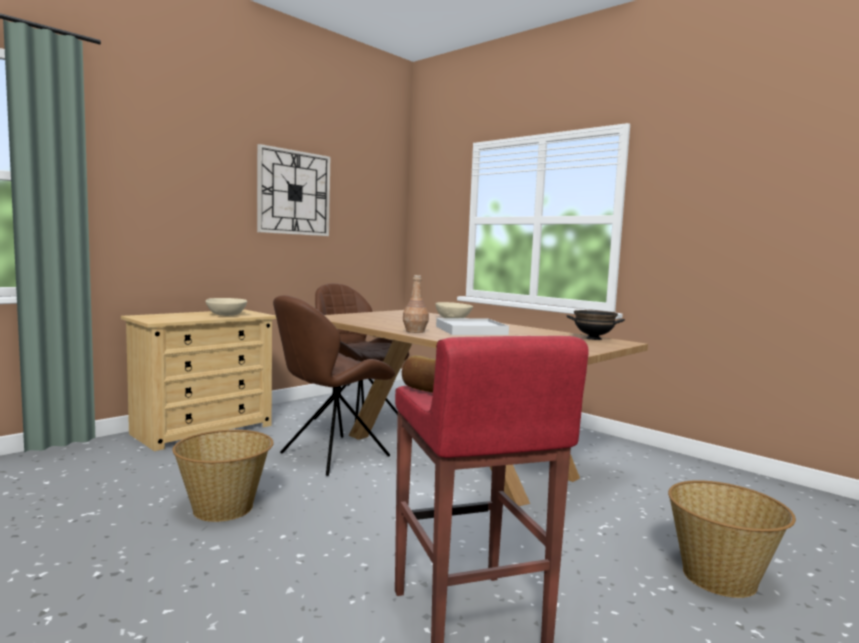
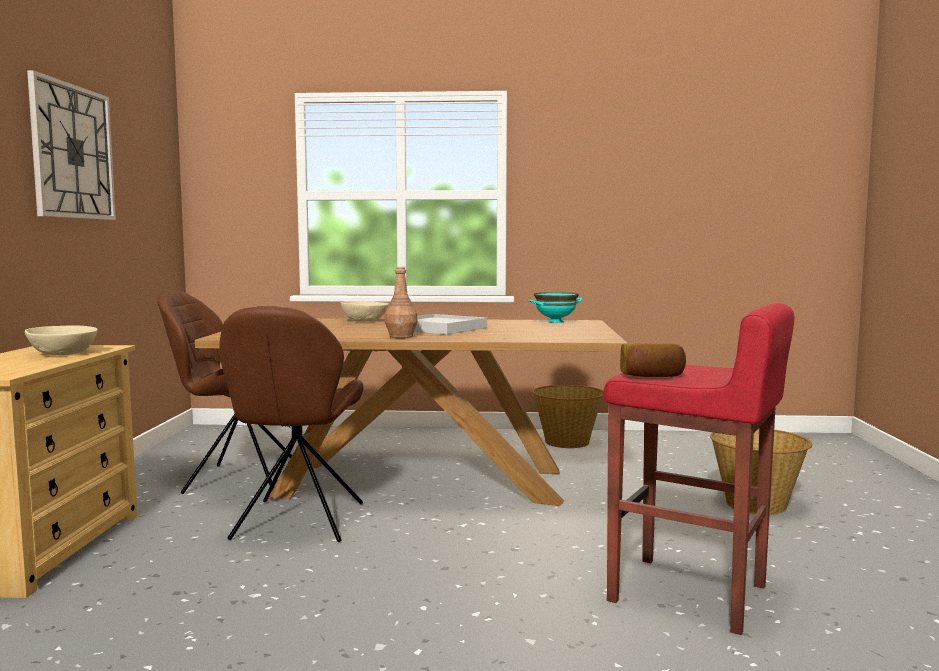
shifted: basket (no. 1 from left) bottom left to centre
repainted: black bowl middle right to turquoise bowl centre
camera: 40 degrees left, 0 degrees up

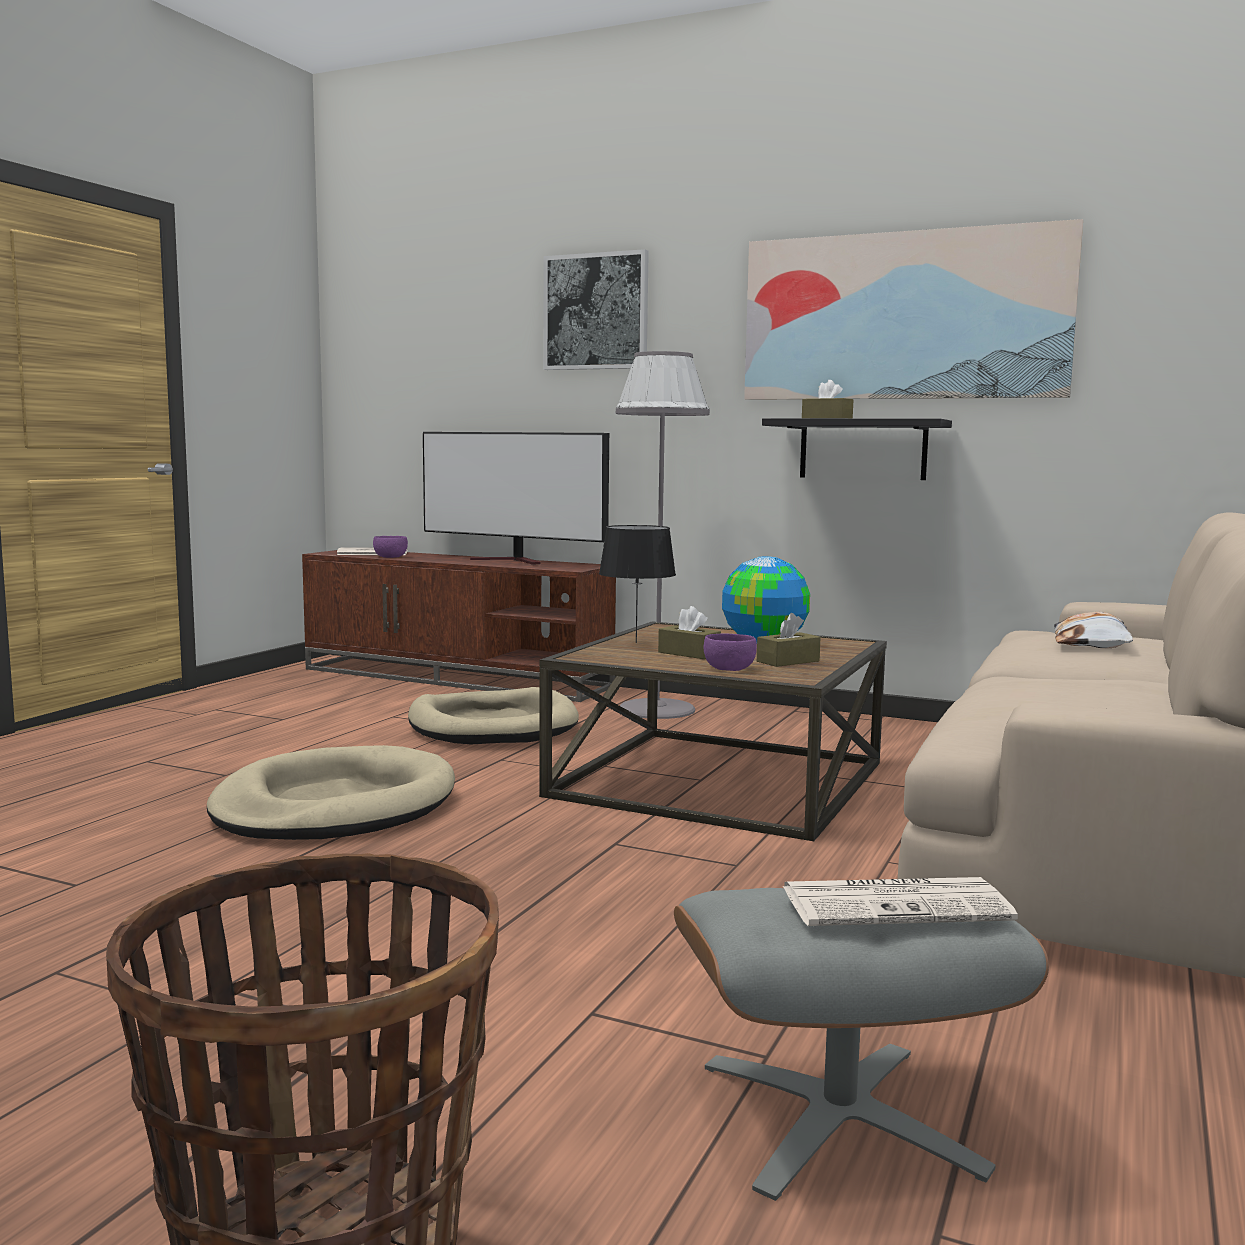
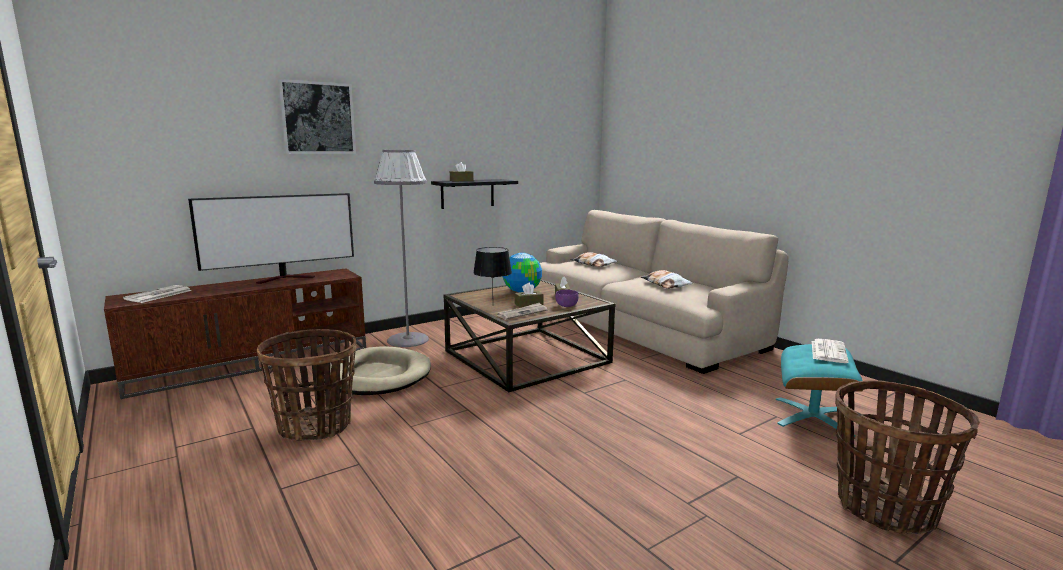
gone: beige dog bed (no. 1 from left) middle left; purple bowl (no. 1 from left) middle left; picture (no. 2 from left) top right
new: basket (no. 1 from left) bottom left; newspaper (no. 2 from left) centre; pillow (no. 2 from left) centre
repainted: grey ottoman bottom right to turquoise ottoman bottom right
camera: 60 degrees left, 5 degrees up

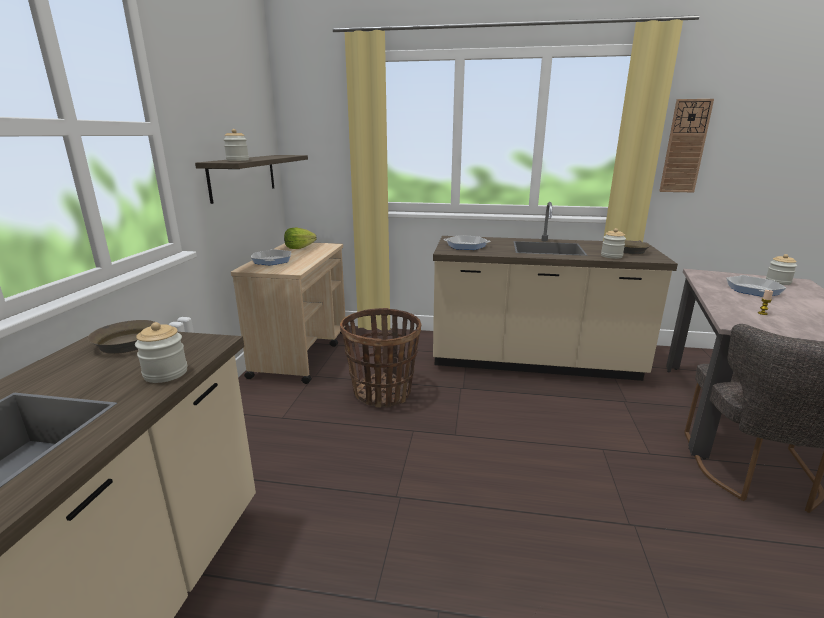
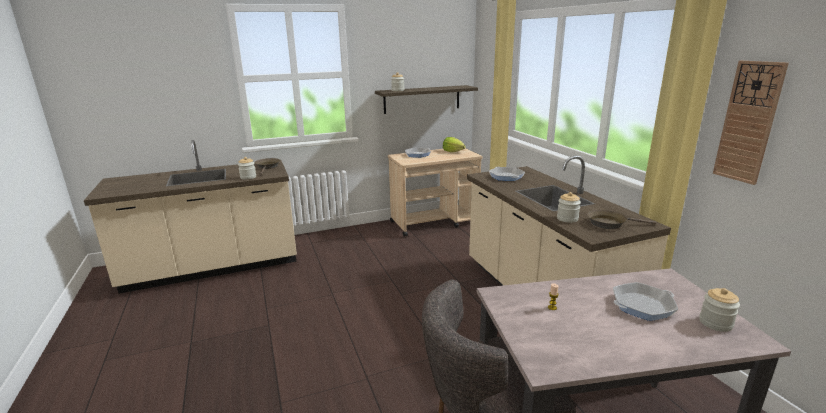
gone: basket centre
camera: 60 degrees right, 0 degrees up

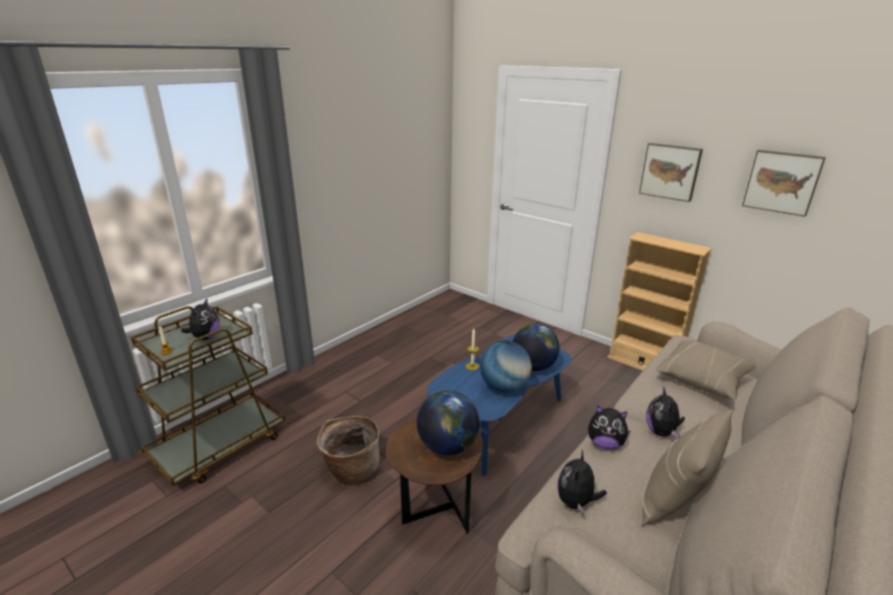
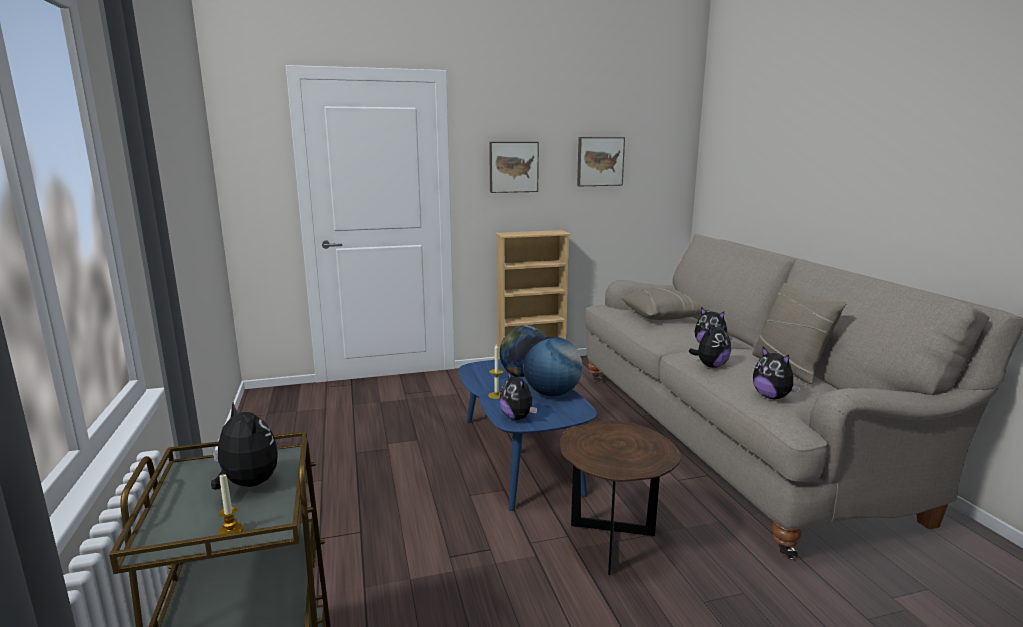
gone: basket bottom centre; globe (no. 1 from left) bottom centre
new: plush toy (no. 2 from left) centre
camera: 55 degrees left, 10 degrees down

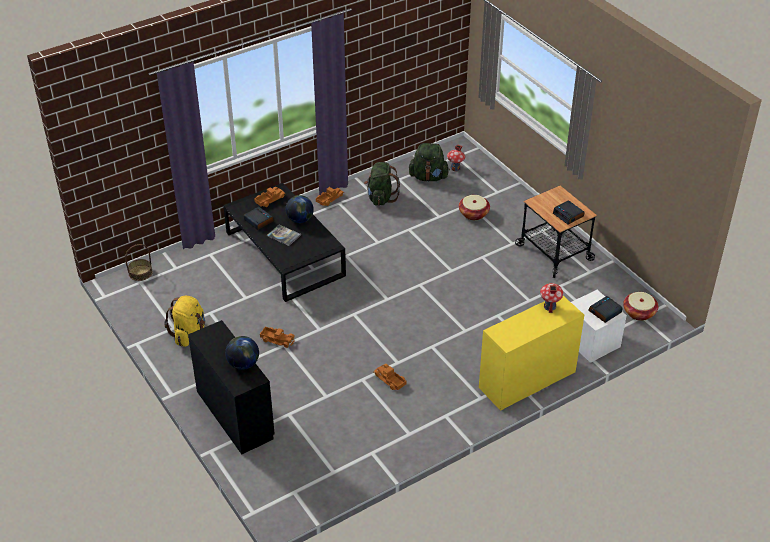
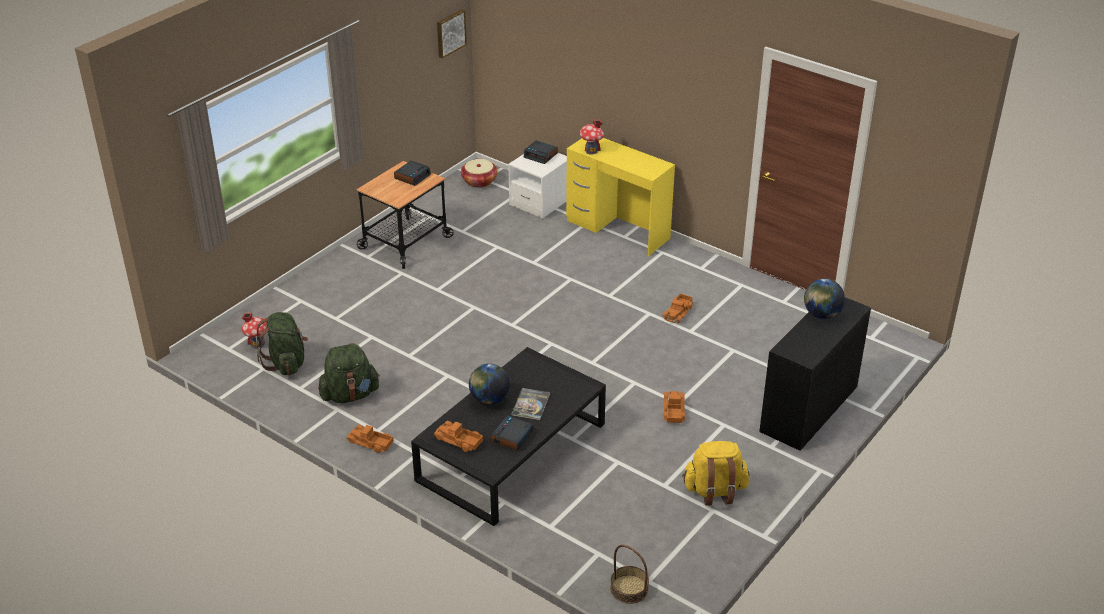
gone: basket (no. 2 from left) centre
new: picture top centre
camera: 110 degrees left, 5 degrees down

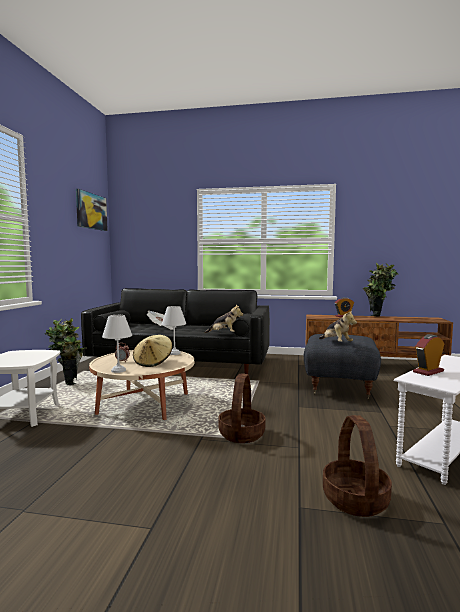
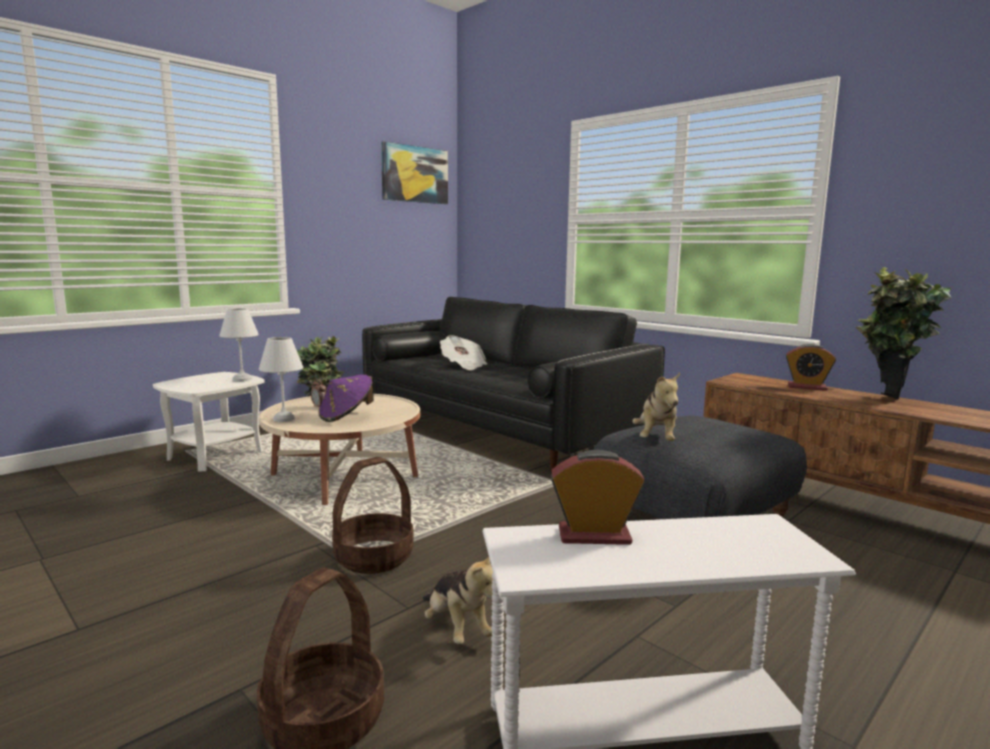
shifted: white table lamp (no. 2 from left in the first image) centre to white table lamp (no. 1 from left) middle left; plush toy (no. 1 from left) centre to bottom centre
repainted: beige hat middle left to purple hat centre
camera: 35 degrees right, 5 degrees up

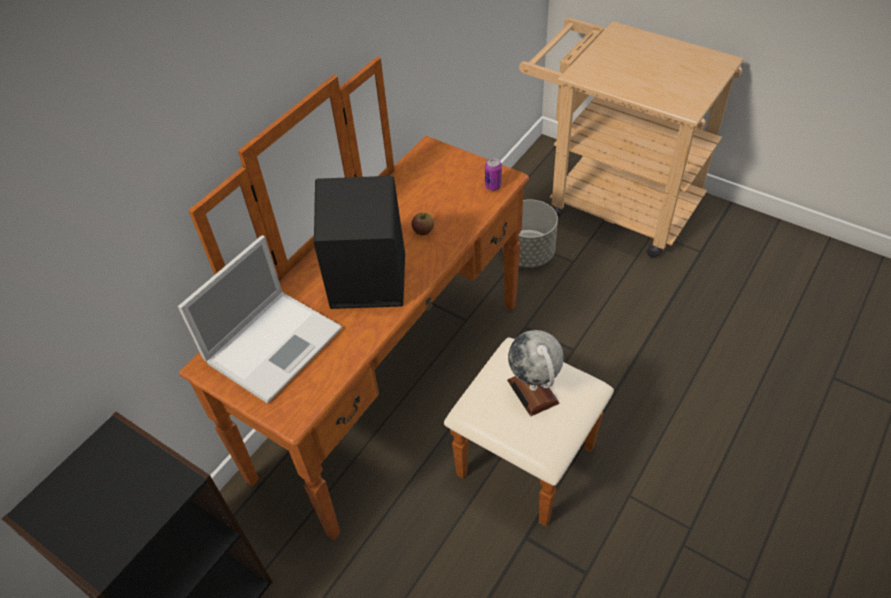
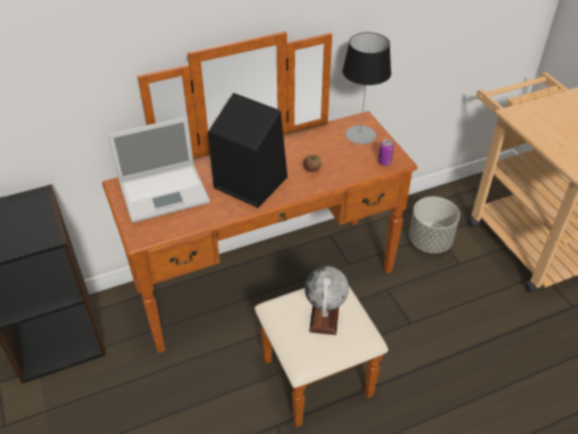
new: table lamp top centre
camera: 30 degrees right, 5 degrees down

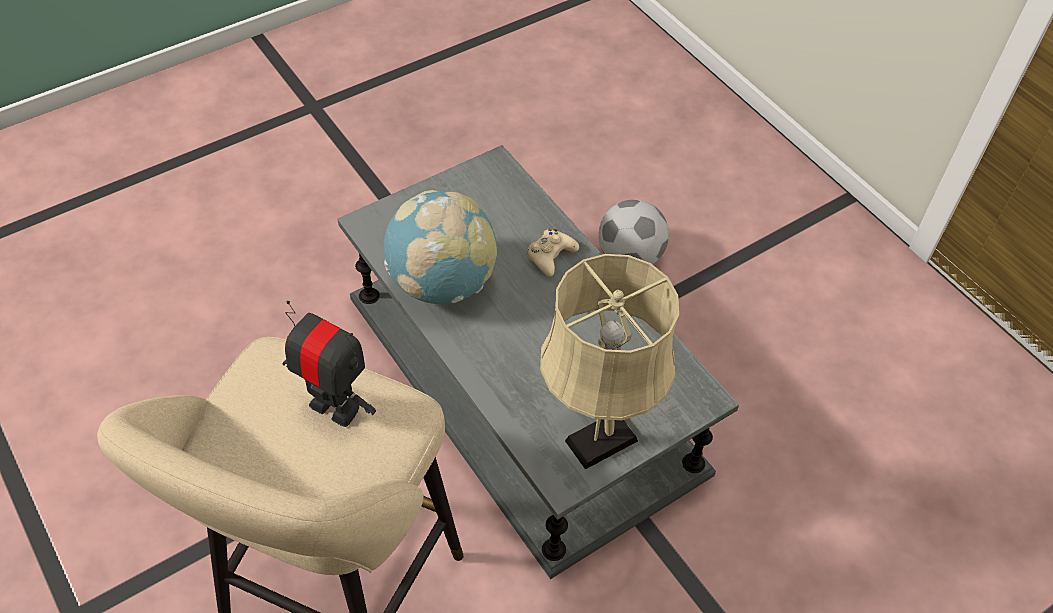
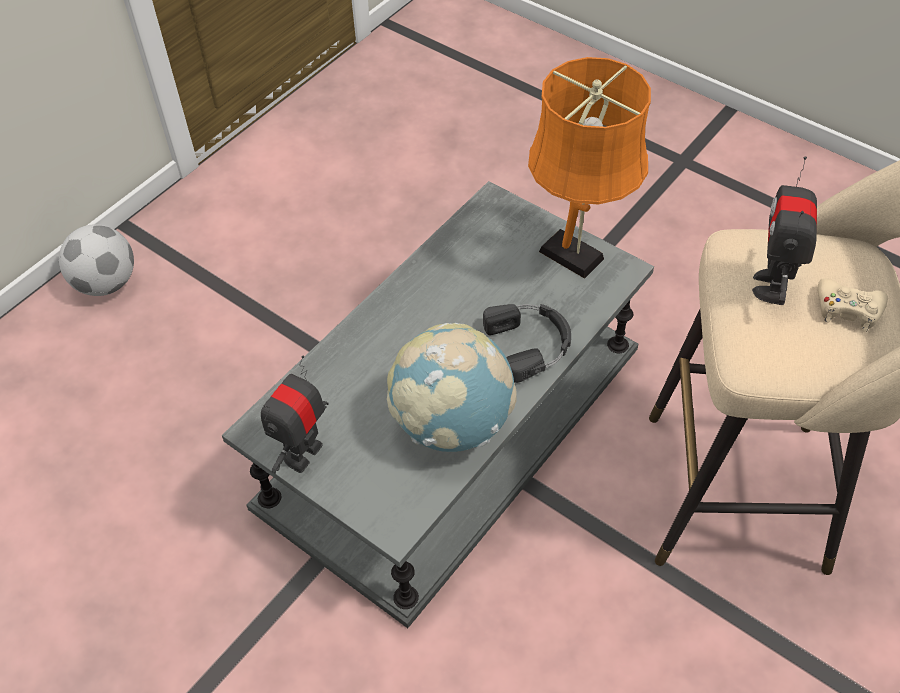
new: toy robot (no. 1 from left) middle left; black headphones centre
shifted: football centre to middle left; beige game controller centre to middle right
repainted: beige table lamp centre to orange table lamp top centre
camera: 105 degrees left, 0 degrees up

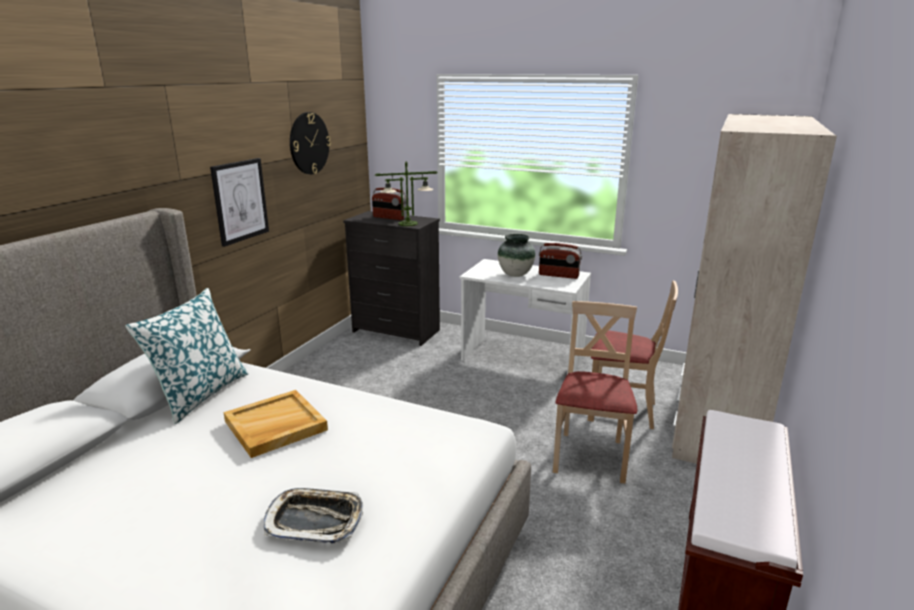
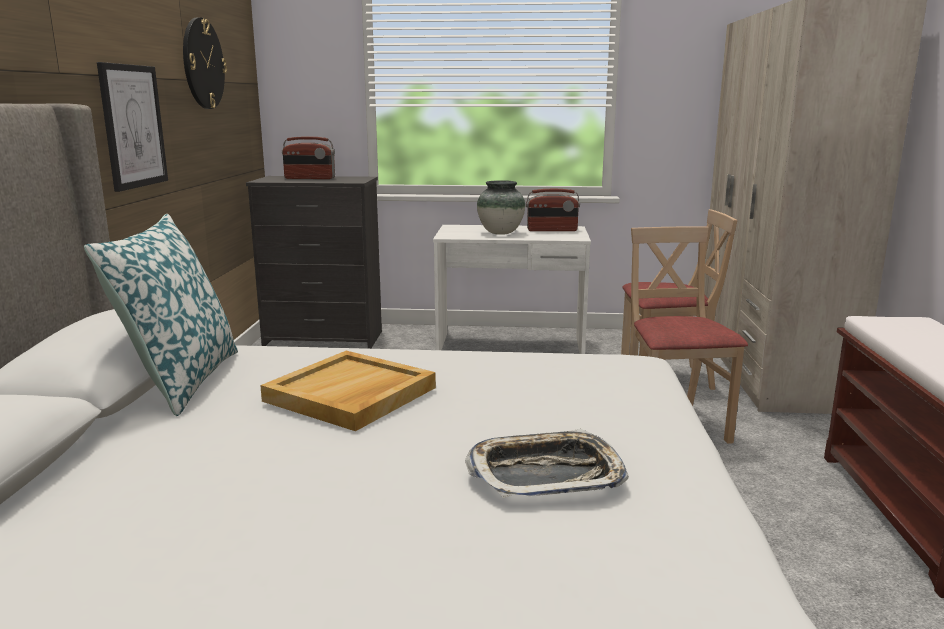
gone: table lamp top centre
camera: 20 degrees left, 5 degrees down

